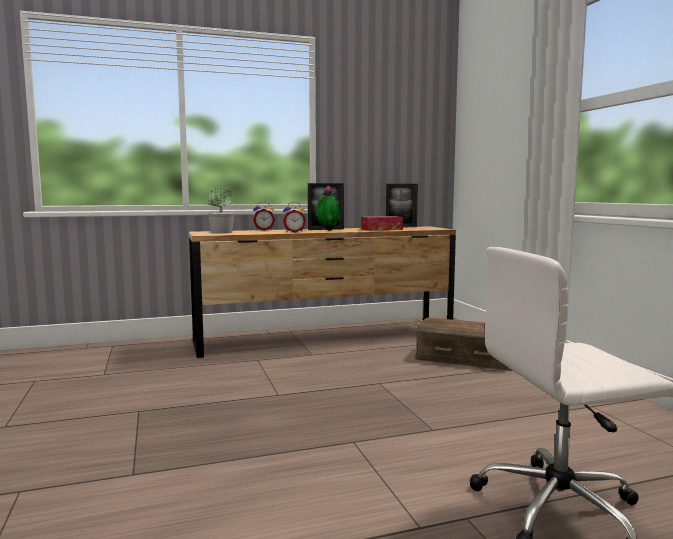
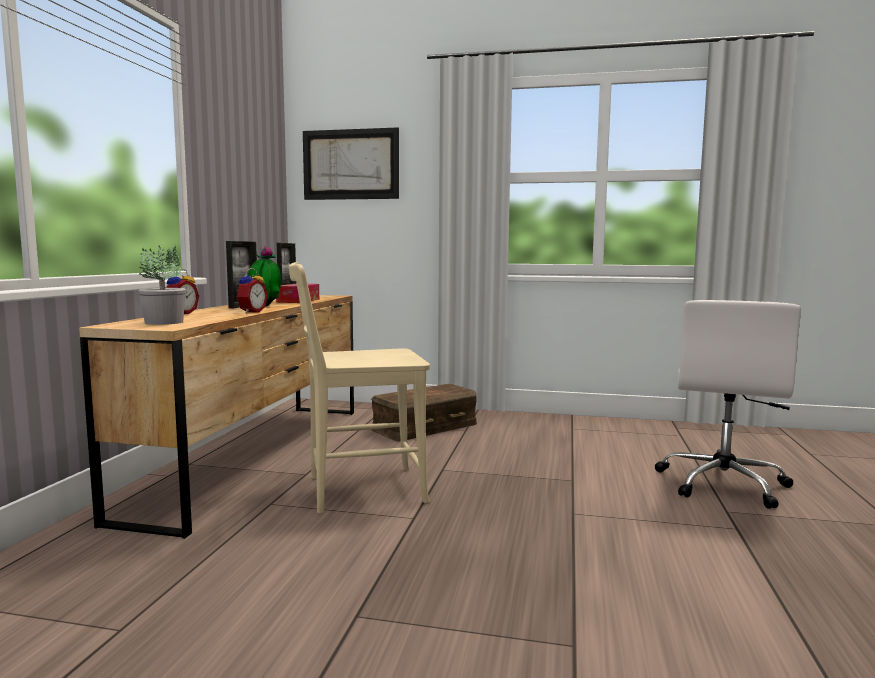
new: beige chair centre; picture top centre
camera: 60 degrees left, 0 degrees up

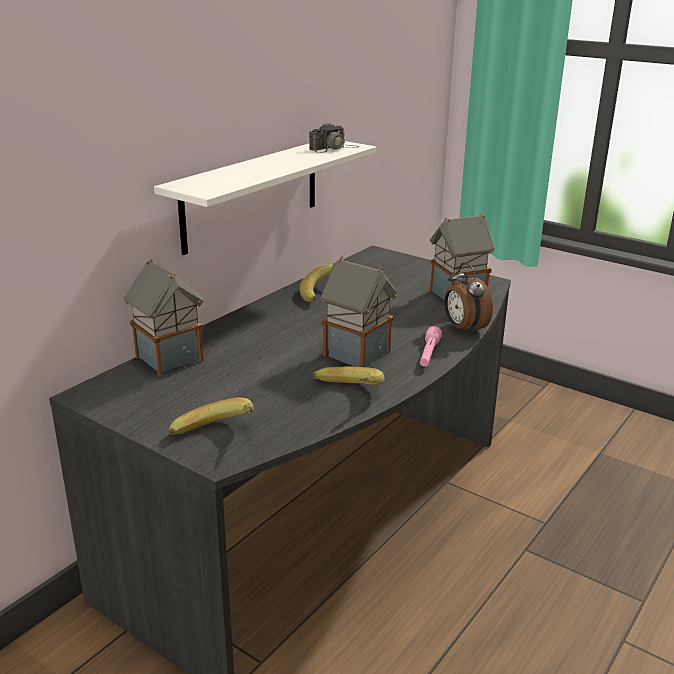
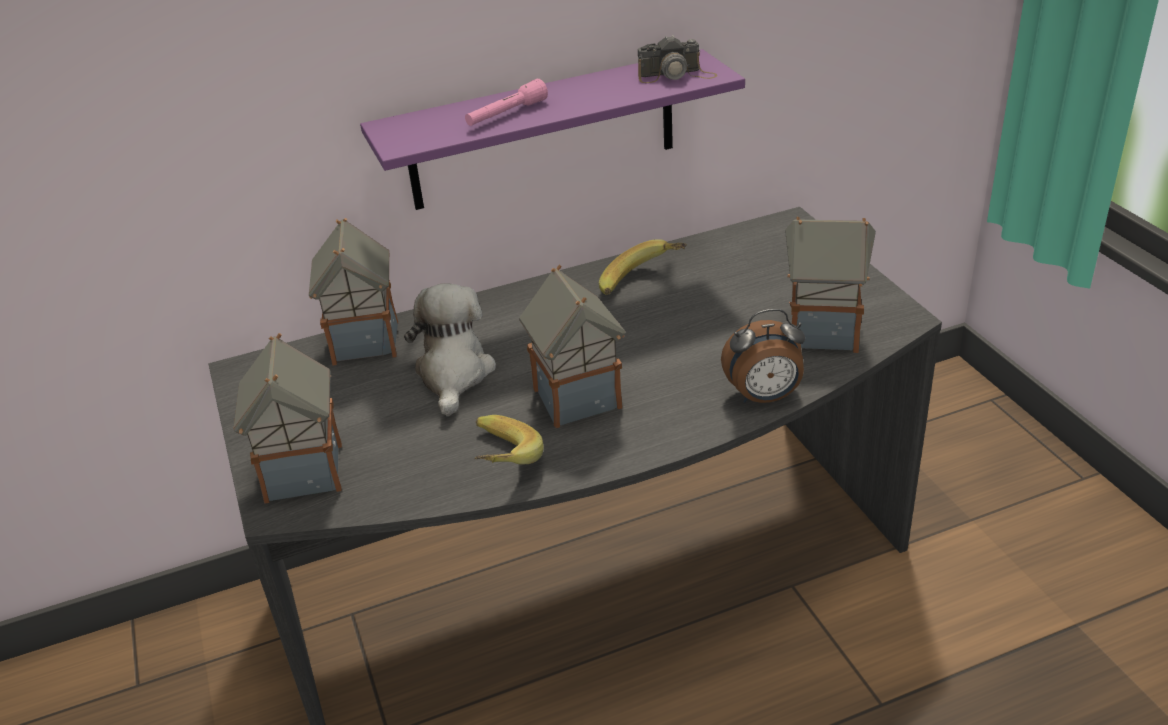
new: plush toy centre
shifted: pink flashlight centre to top centre
swapped: banana (no. 1 from left) middle left to toy house (no. 1 from left) middle left
repainted: white shelf top centre to purple shelf top centre
rotated: alarm clock middle right = centre 105 degrees counterclockwise
camera: 35 degrees right, 10 degrees up

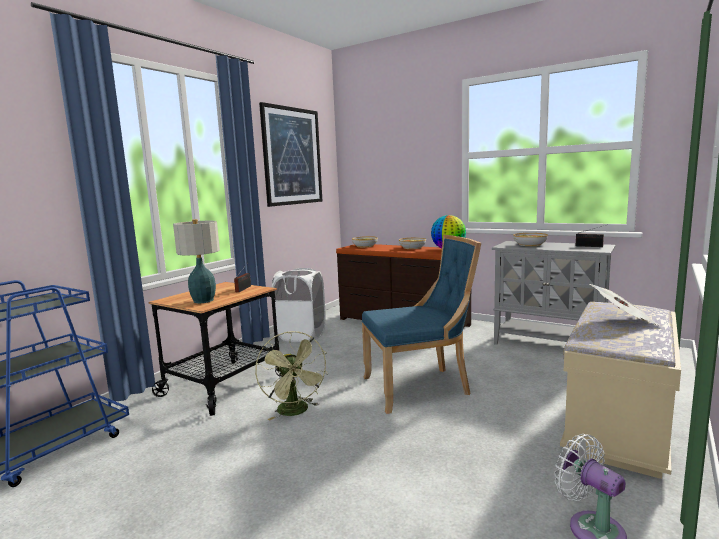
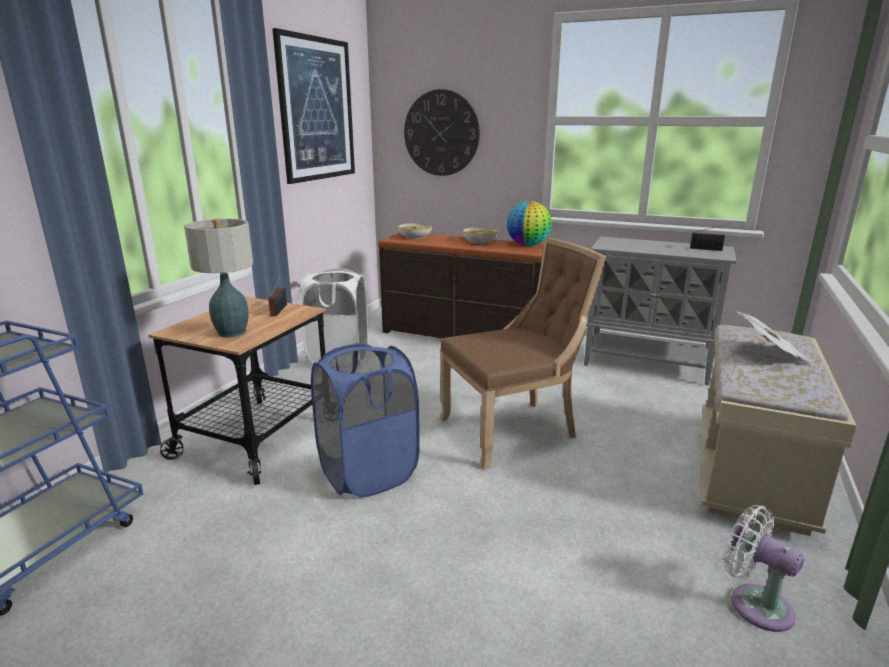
gone: bowl (no. 3 from left) middle right
new: wall clock top centre
swapped: green fan bottom centre to blue laundry basket centre
repainted: blue chair centre to brown chair centre
camera: 10 degrees left, 10 degrees up

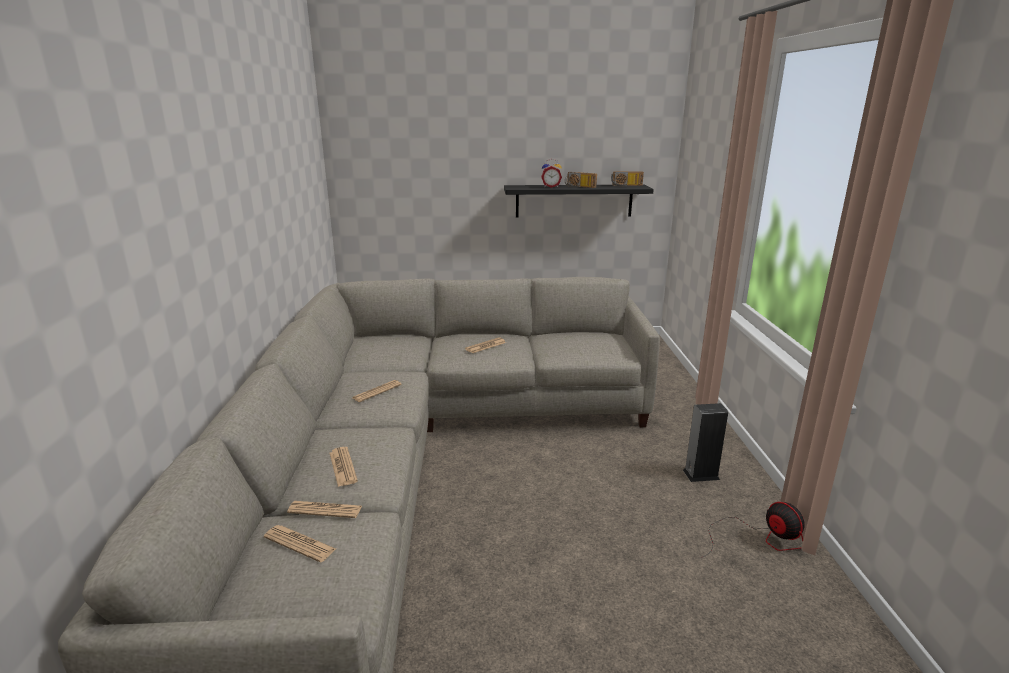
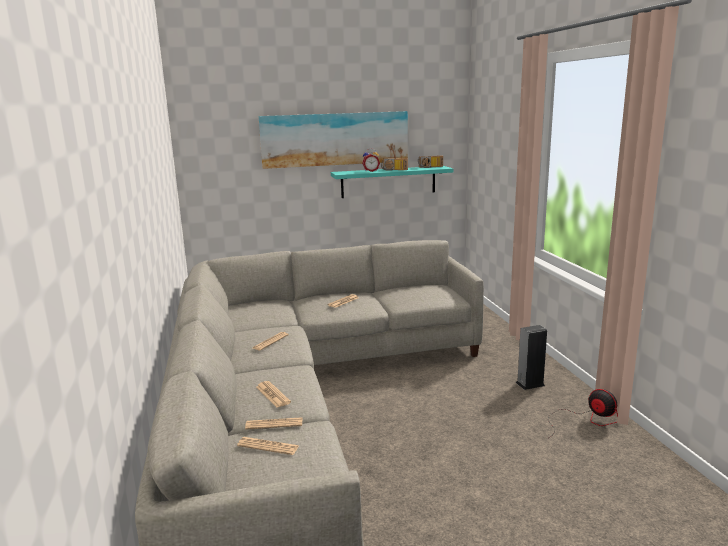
new: picture top centre
repainted: black shelf top centre to turquoise shelf centre
camera: 10 degrees left, 5 degrees down

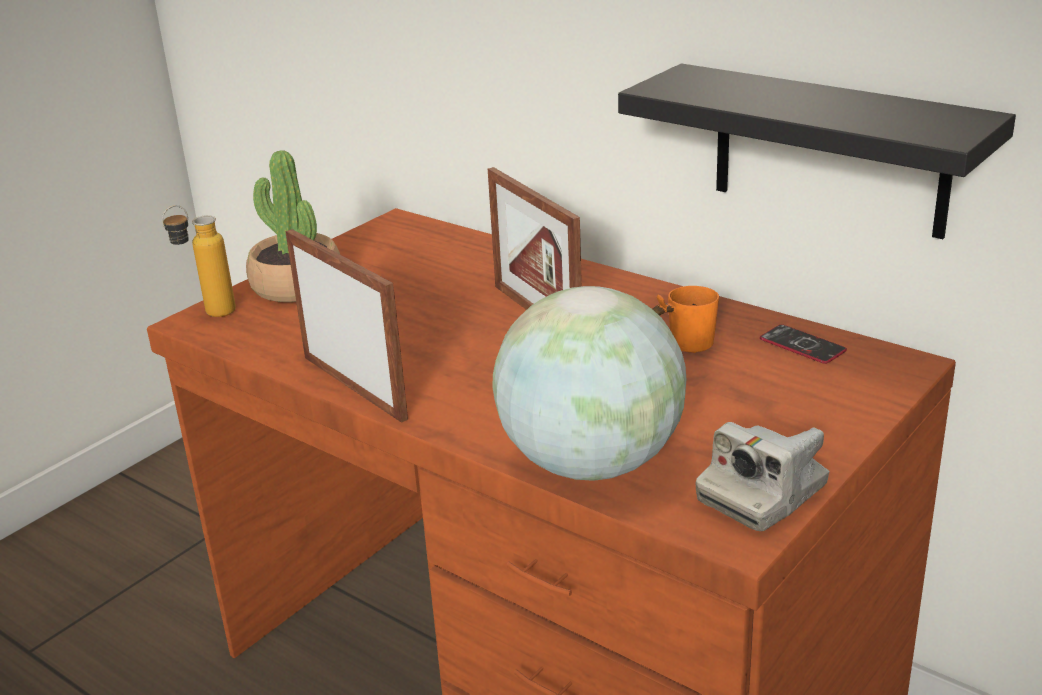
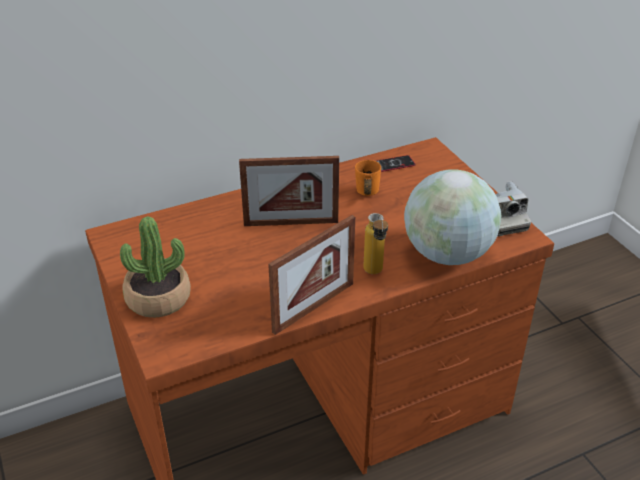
gone: black shelf top right
shifted: bottle middle left to centre
rotated: picture frame (no. 1 from left in the first image) middle left = centre 150 degrees clockwise
camera: 65 degrees left, 10 degrees up

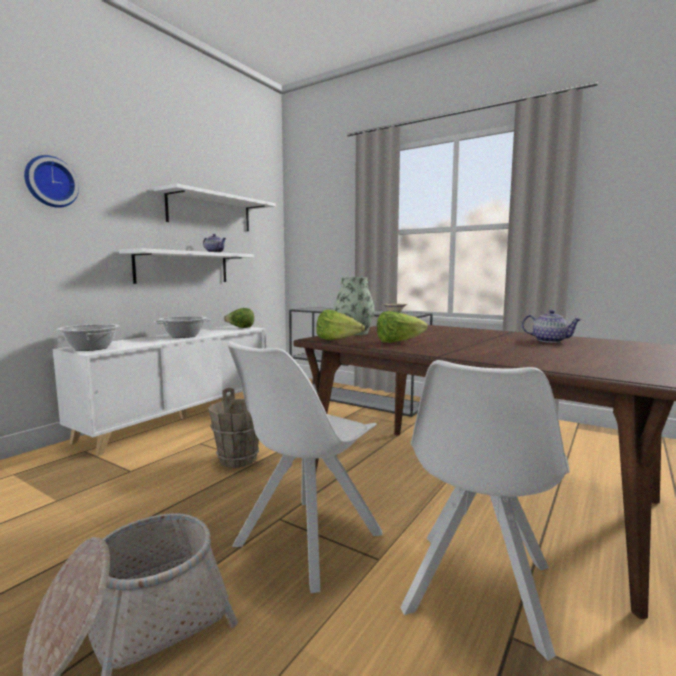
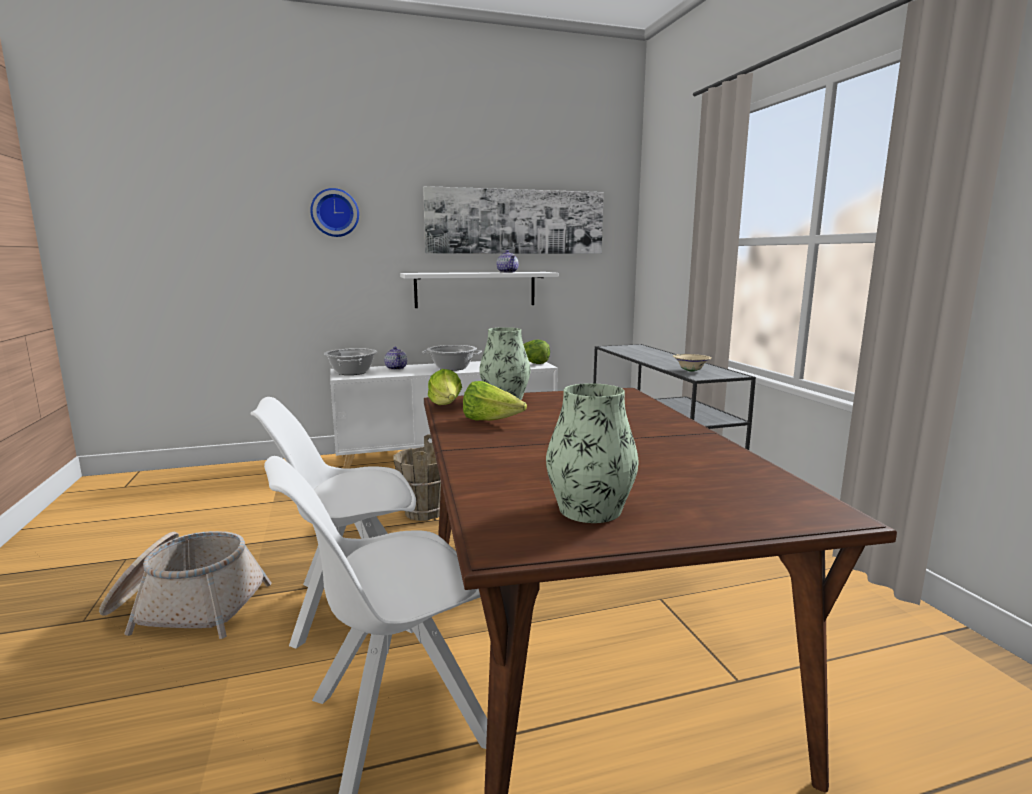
new: vase (no. 2 from left) centre
shifted: teapot (no. 2 from left in the first image) middle right to teapot (no. 1 from left) centre
swapped: white shelf (no. 2 from left) top left to picture top centre
camera: 40 degrees right, 5 degrees up

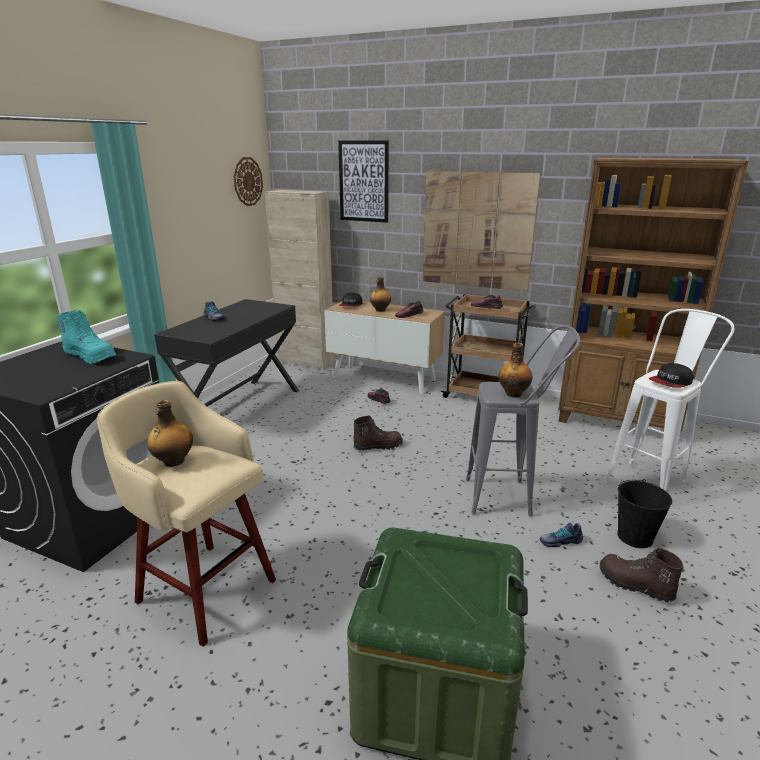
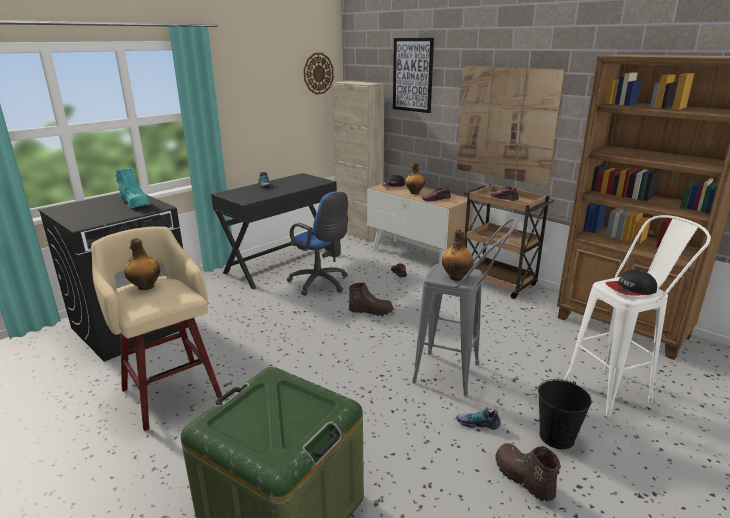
new: blue office chair centre
camera: 20 degrees right, 0 degrees up

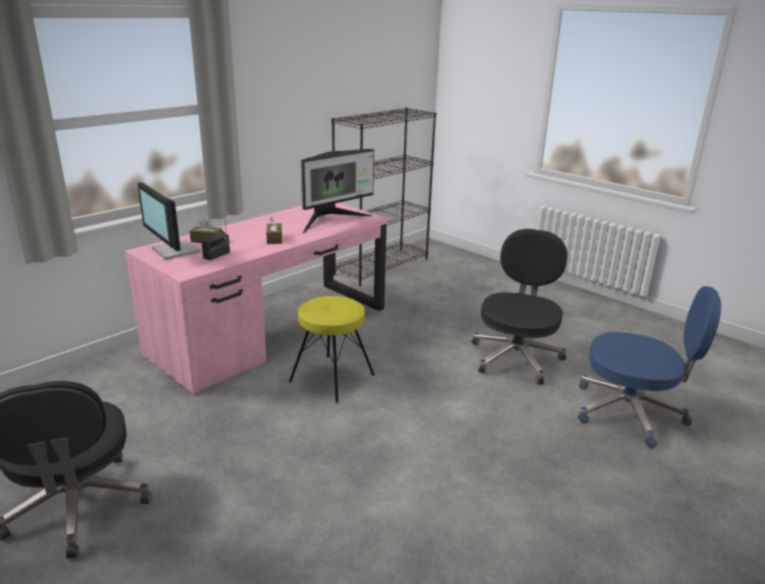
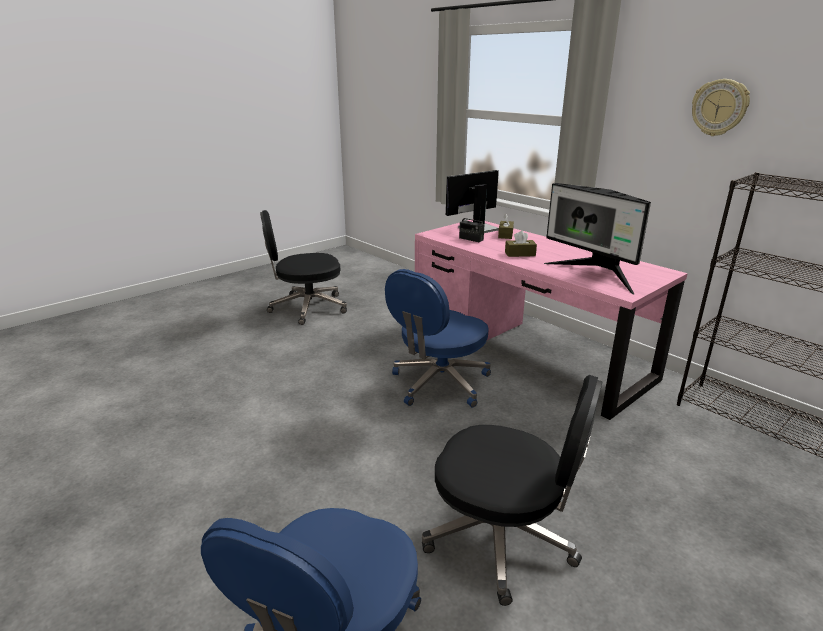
new: wall clock top right
swapped: yellow stool centre to blue office chair (no. 2 from left) centre
camera: 95 degrees right, 0 degrees up

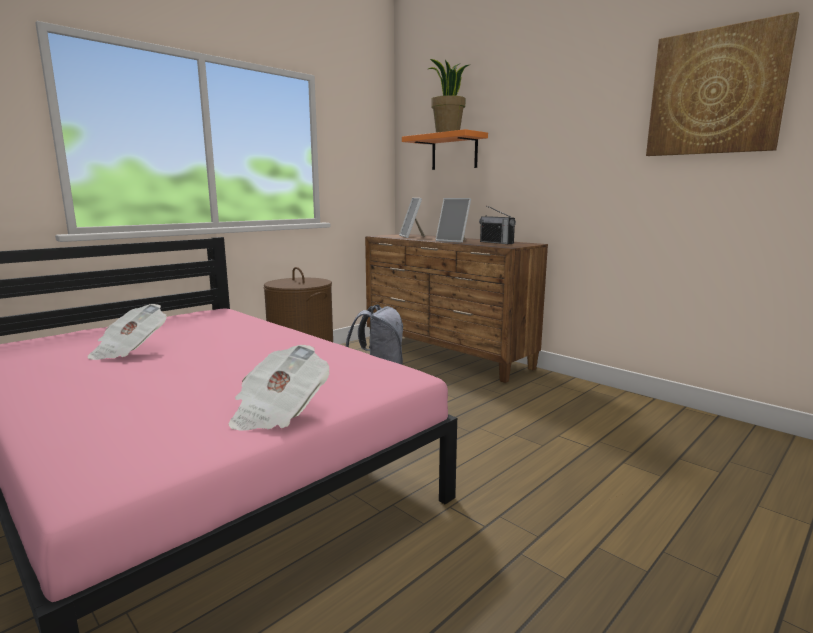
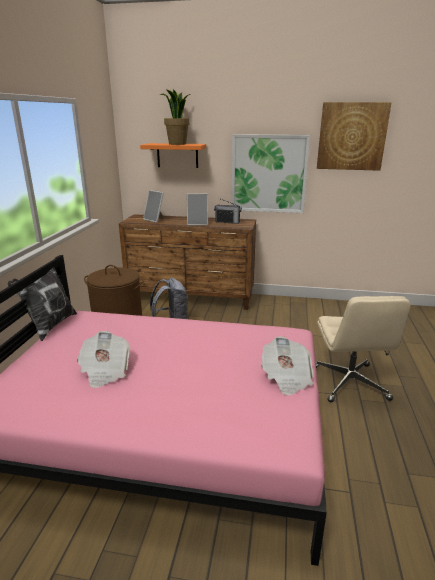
new: pillow middle left; picture (no. 1 from left) top centre; beige office chair middle right
camera: 35 degrees left, 10 degrees up

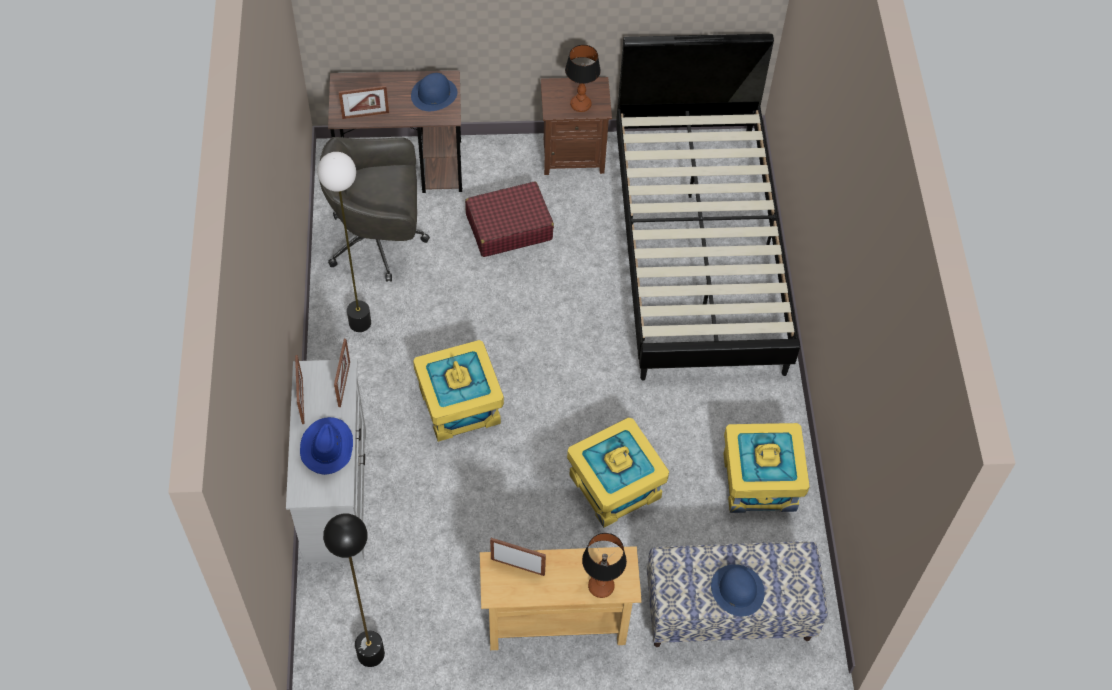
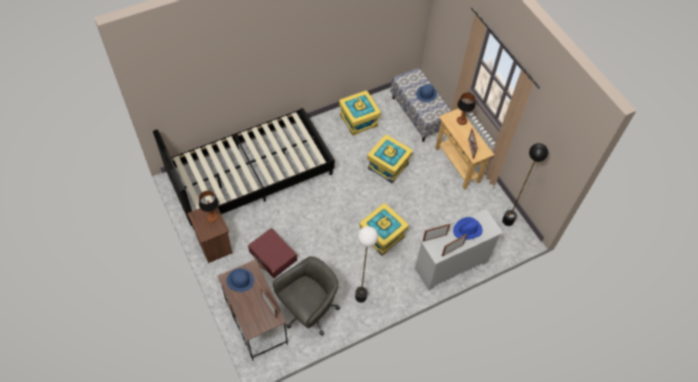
rotated: grey office chair top centre = bottom centre 105 degrees counterclockwise
camera: 115 degrees left, 0 degrees up

